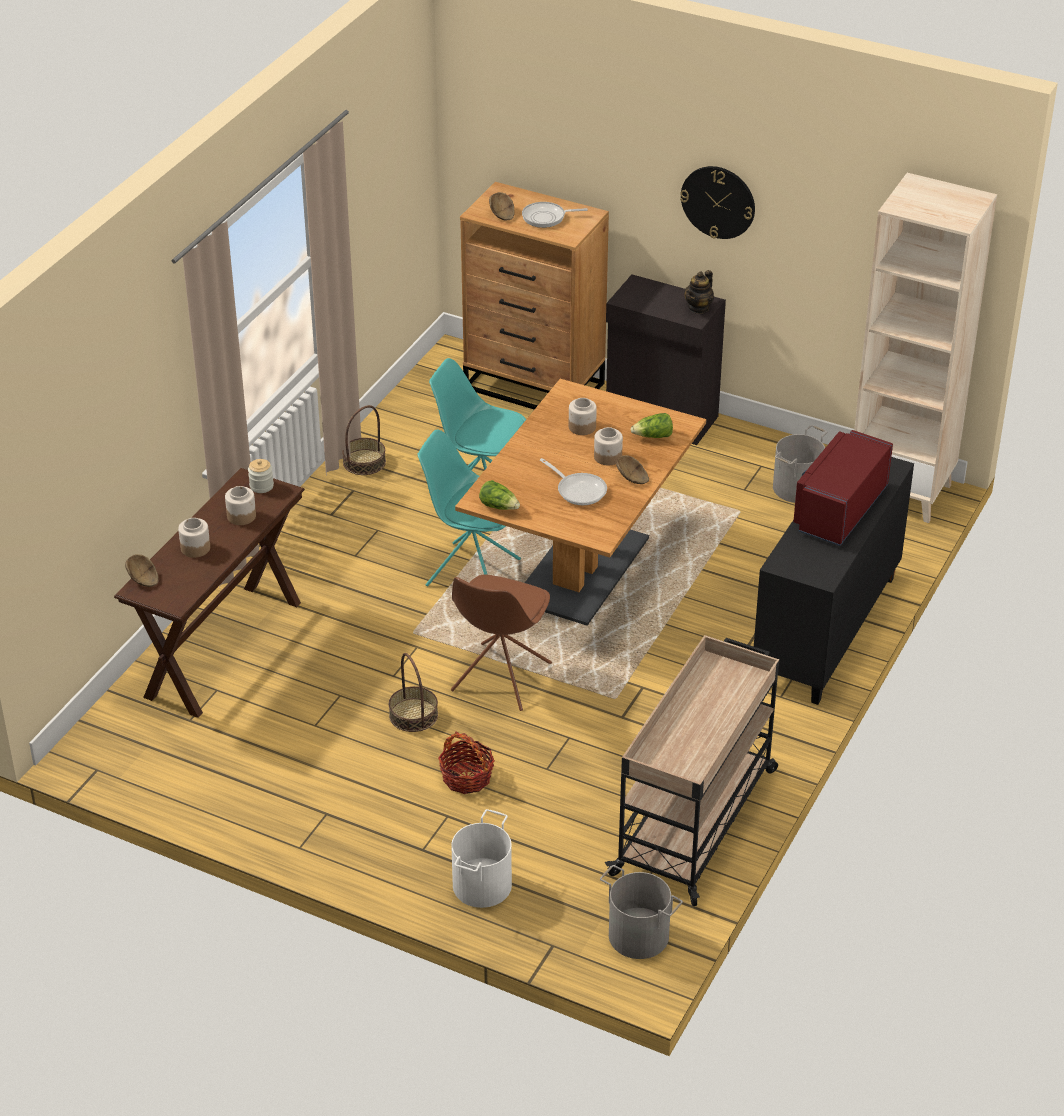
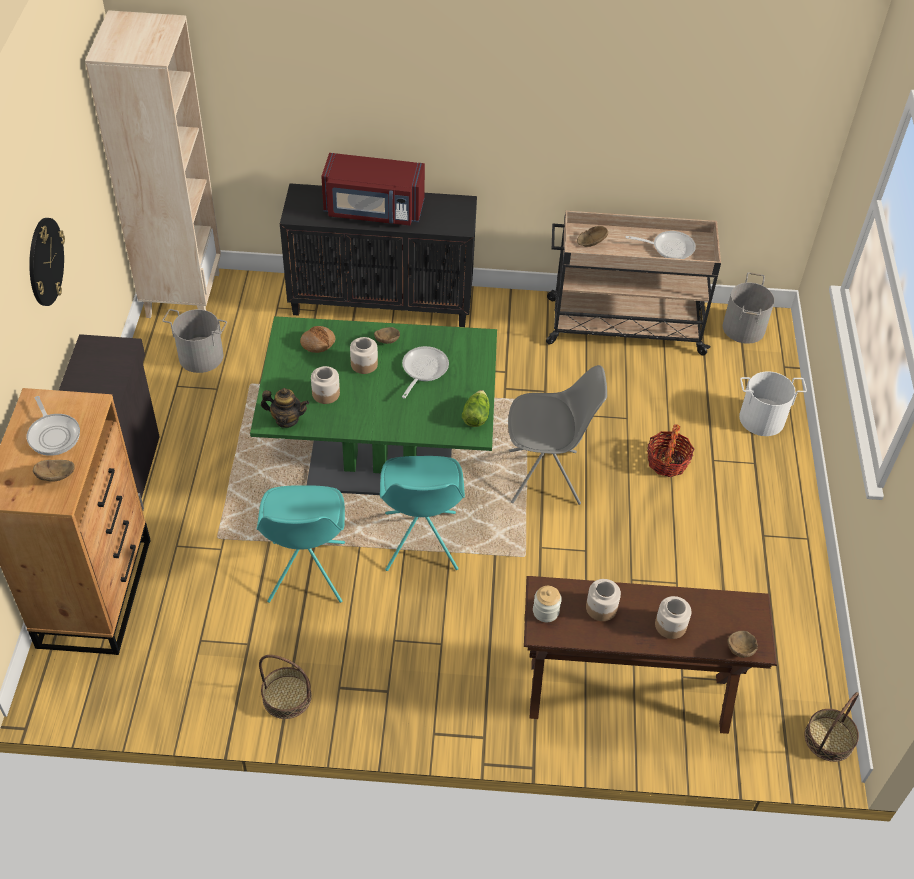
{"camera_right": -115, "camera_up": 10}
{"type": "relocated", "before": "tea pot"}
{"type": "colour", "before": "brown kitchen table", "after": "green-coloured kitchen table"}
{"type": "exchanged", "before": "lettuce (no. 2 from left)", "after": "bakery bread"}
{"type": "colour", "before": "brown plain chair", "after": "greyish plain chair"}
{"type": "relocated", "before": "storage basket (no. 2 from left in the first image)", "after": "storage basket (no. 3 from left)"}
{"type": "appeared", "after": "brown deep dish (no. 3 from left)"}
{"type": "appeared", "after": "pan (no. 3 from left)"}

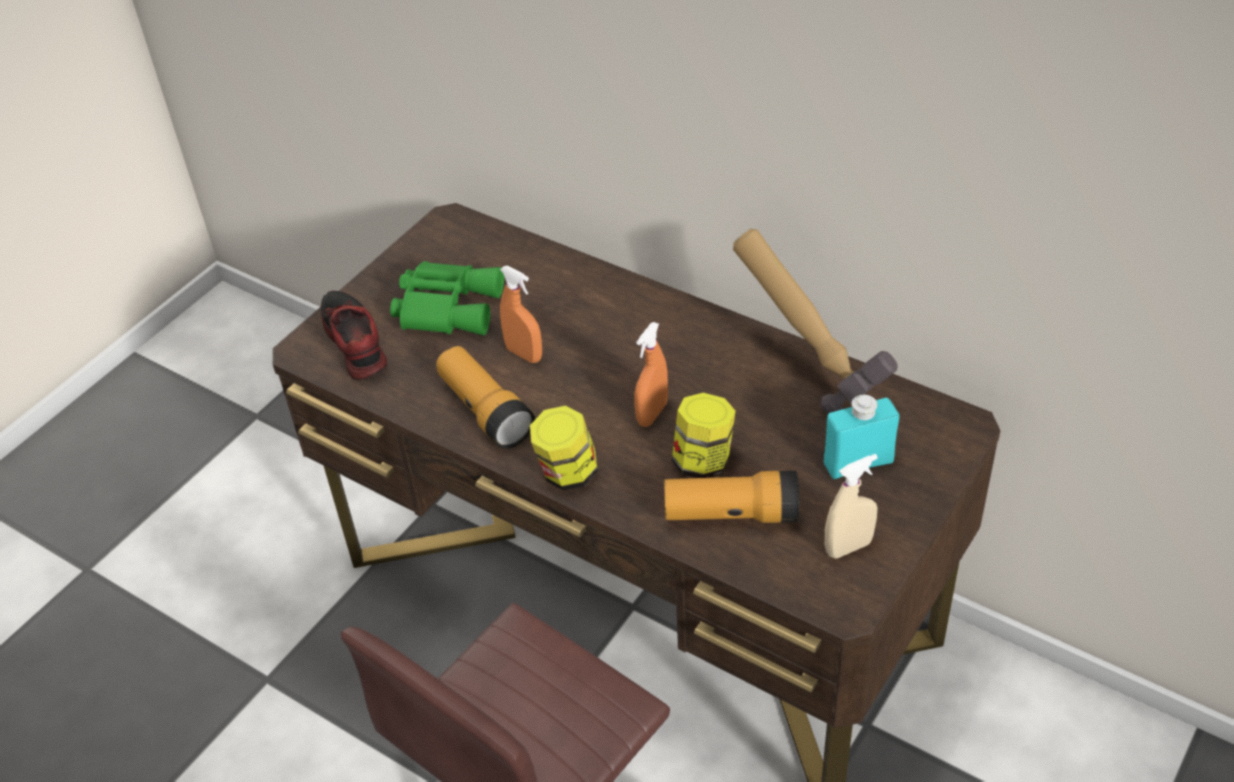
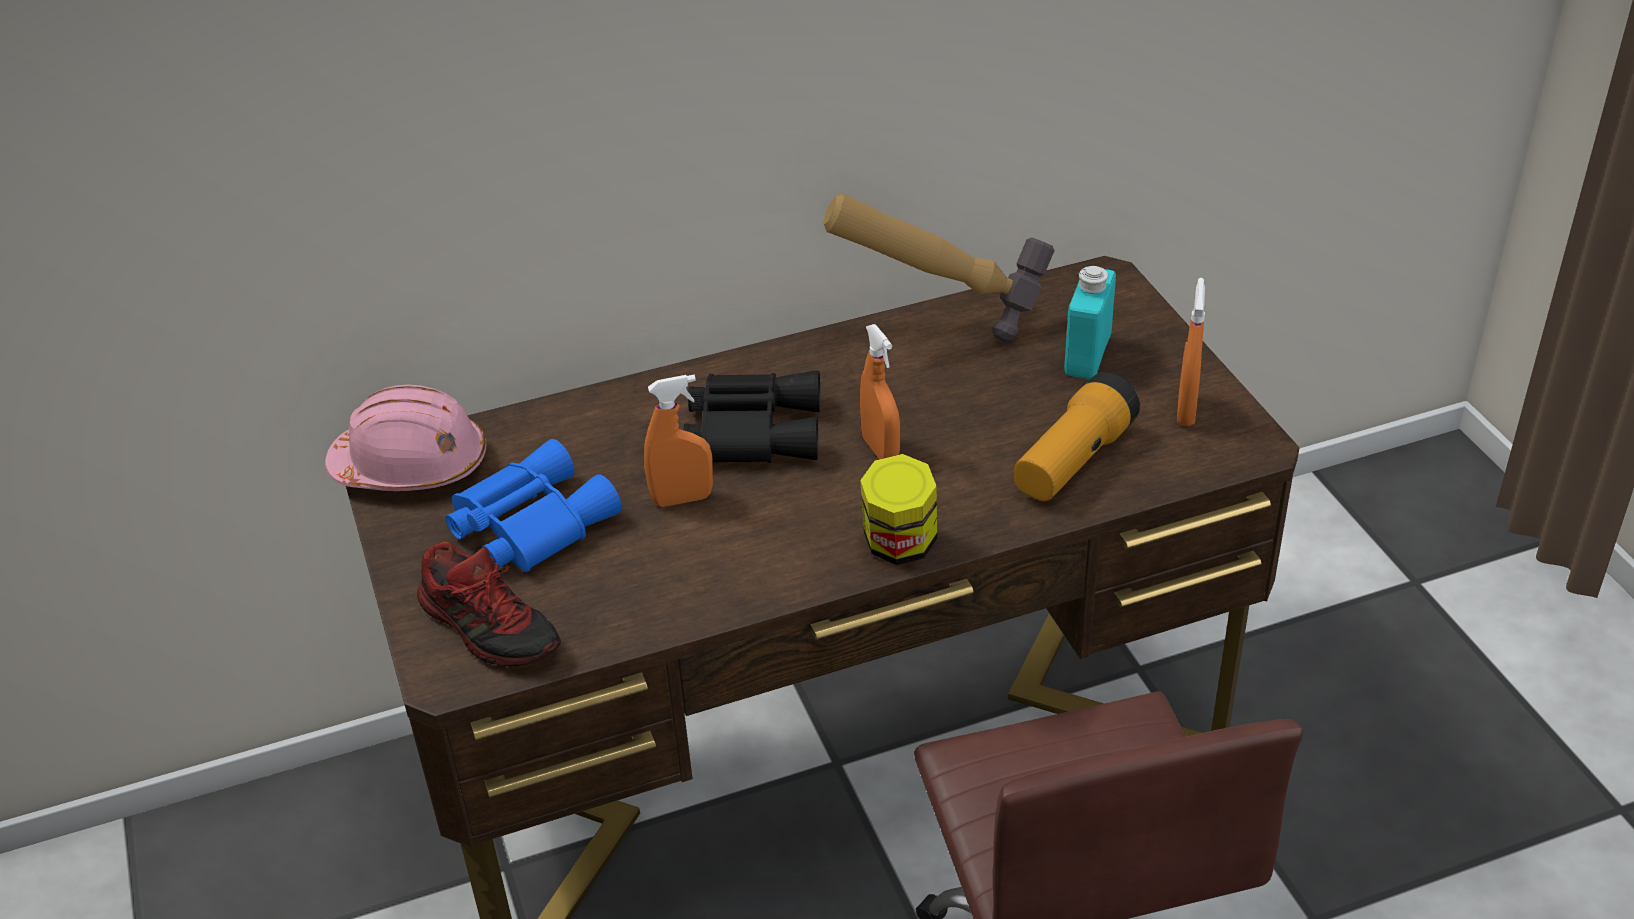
{"camera_right": -55, "camera_up": -5}
{"type": "colour", "before": "green-coloured field glasses", "after": "blue-coloured field glasses"}
{"type": "spun", "before": "low shoe", "turn": -150}
{"type": "missing", "before": "torch (no. 1 from left)"}
{"type": "missing", "before": "storage jar (no. 2 from left)"}
{"type": "colour", "before": "beige-coloured spray bottle", "after": "orange-coloured spray bottle (no. 3 from left)"}
{"type": "appeared", "after": "blackish field glasses"}
{"type": "appeared", "after": "pinkish hard hat"}

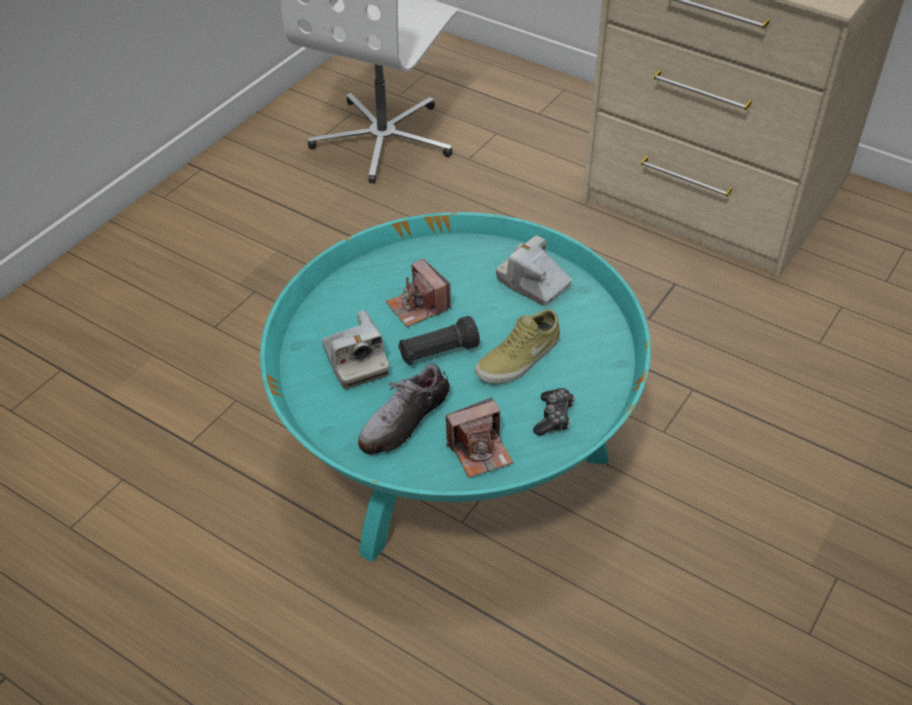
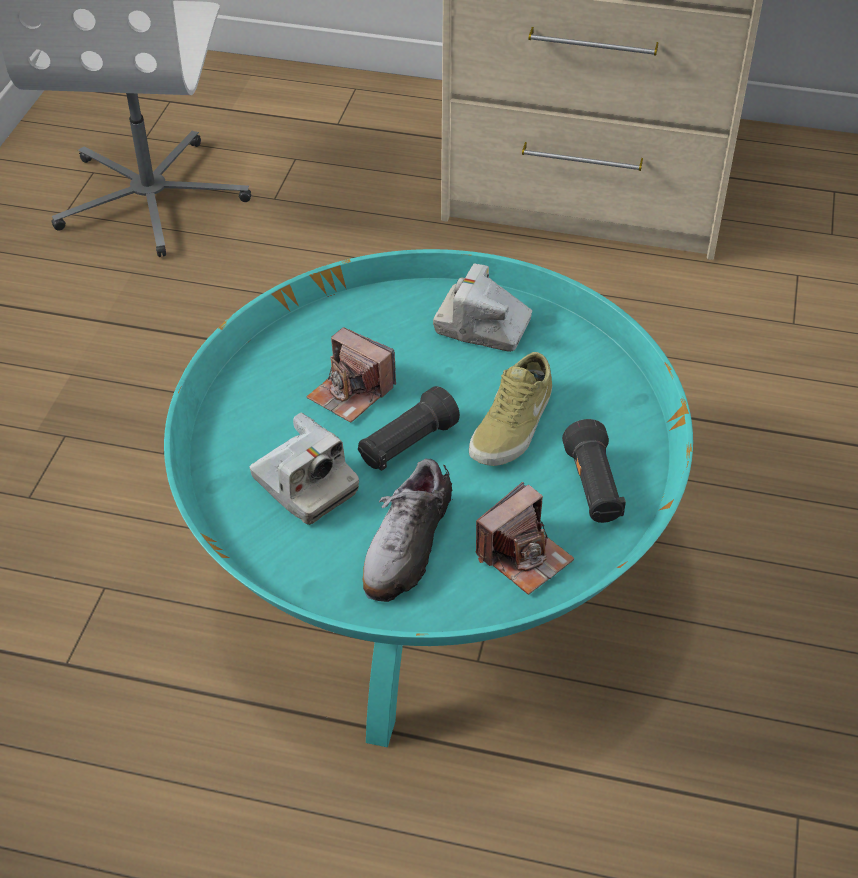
{"camera_right": -20, "camera_up": 0}
{"type": "exchanged", "before": "joypad", "after": "blackish torch (no. 2 from left)"}

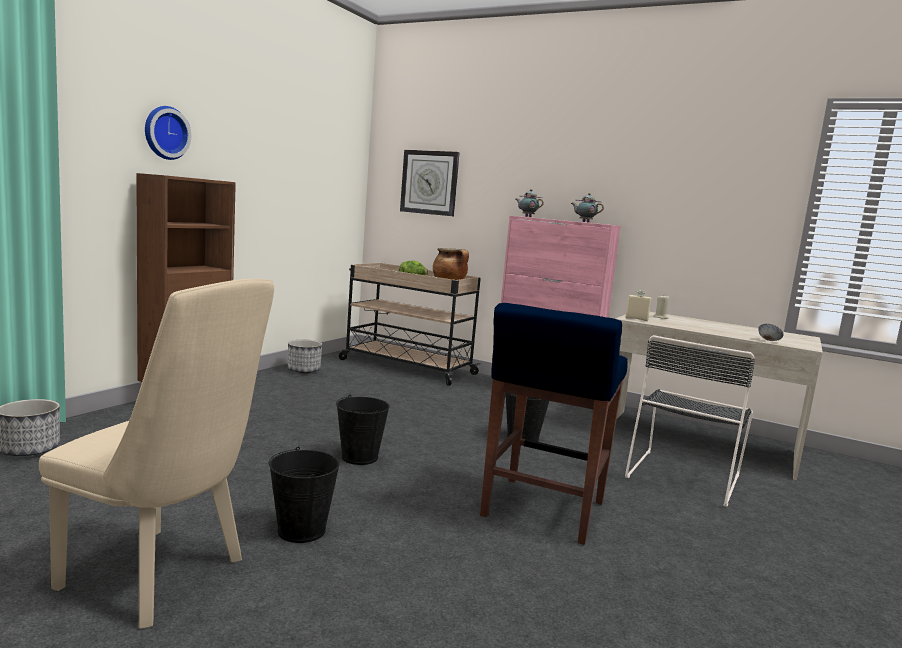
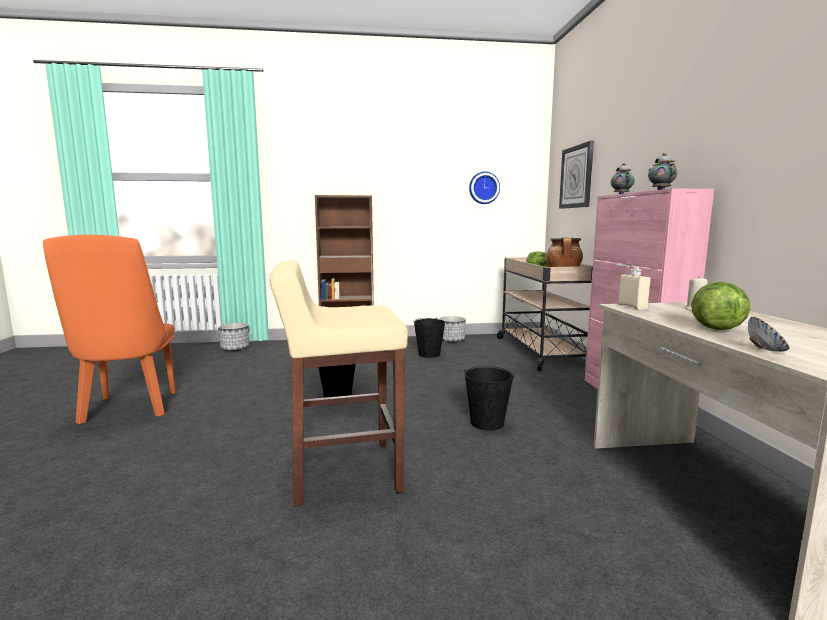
{"camera_right": 55, "camera_up": 0}
{"type": "relocated", "before": "clock on the wall (no. 1 from left)"}
{"type": "colour", "before": "beige-coloured plain chair", "after": "orange-coloured plain chair"}
{"type": "colour", "before": "blue-coloured stool seat", "after": "beige-coloured stool seat"}
{"type": "missing", "before": "blackish plain chair"}
{"type": "relocated", "before": "blackish bucket (no. 1 from left in the first image)", "after": "blackish bucket (no. 2 from left)"}
{"type": "appeared", "after": "lettuce (no. 2 from left)"}

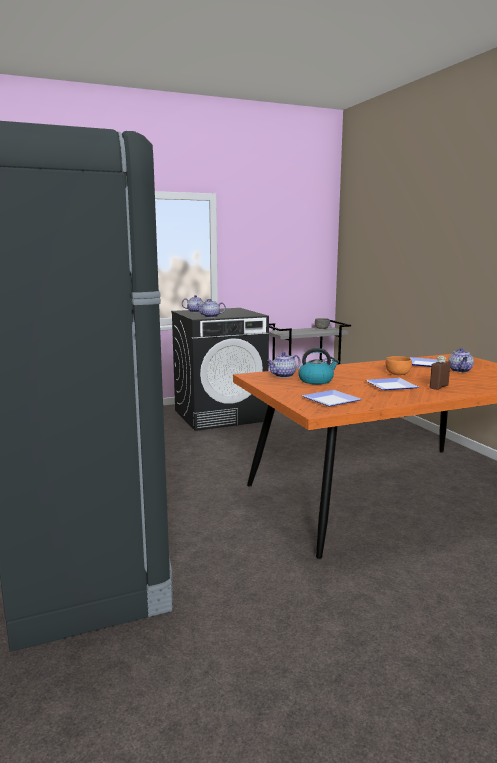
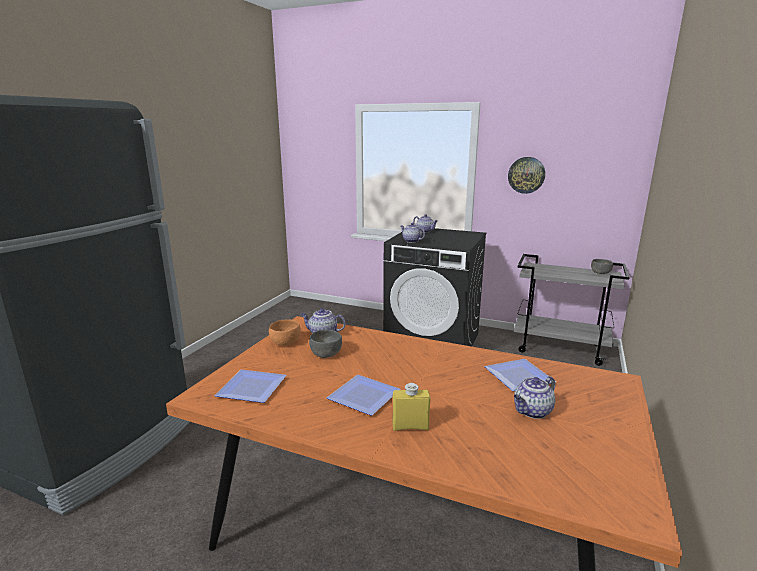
{"camera_right": 45, "camera_up": 5}
{"type": "exchanged", "before": "kettle", "after": "greyish deep dish (no. 1 from left)"}
{"type": "relocated", "before": "orange-coloured deep dish"}
{"type": "colour", "before": "brown drink bottle", "after": "yellow-coloured drink bottle"}
{"type": "appeared", "after": "clock on the wall"}

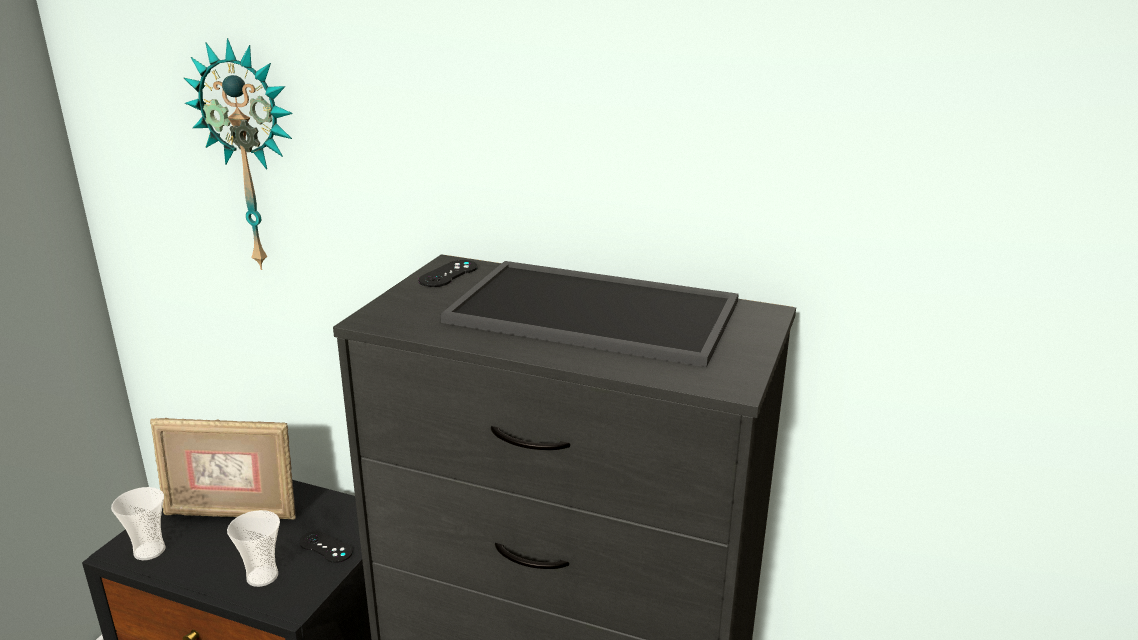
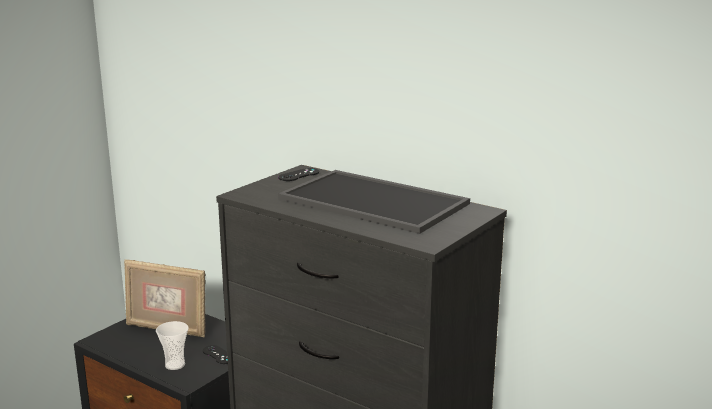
{"camera_right": 15, "camera_up": -5}
{"type": "missing", "before": "clock on the wall"}
{"type": "missing", "before": "cup (no. 1 from left)"}

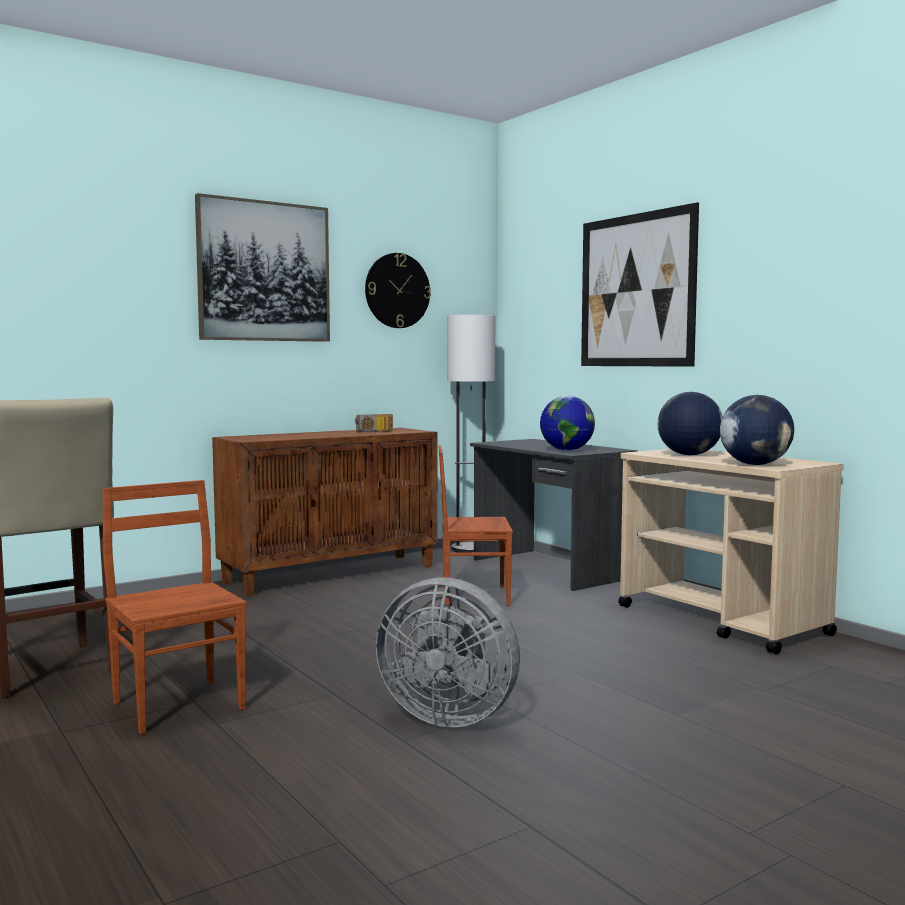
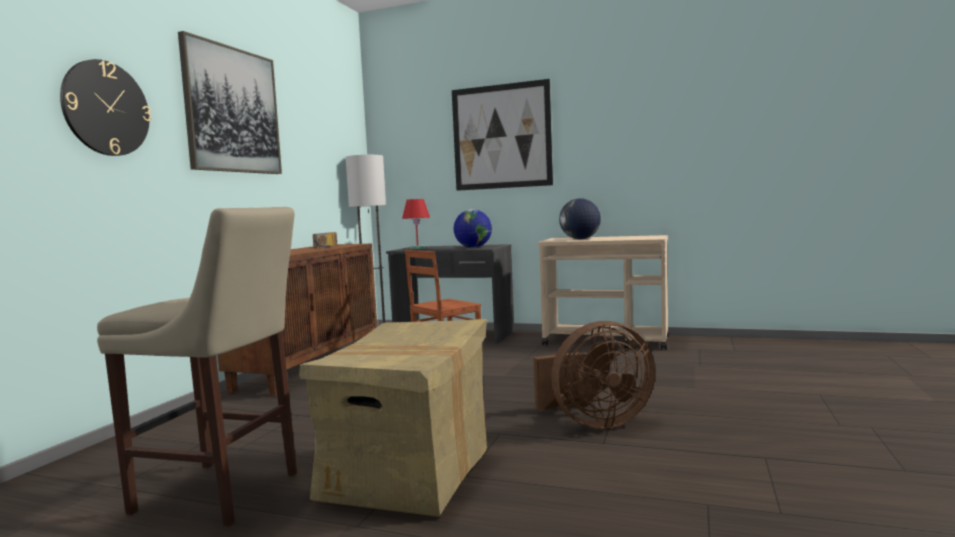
{"camera_right": -35, "camera_up": 0}
{"type": "relocated", "before": "clock on the wall"}
{"type": "missing", "before": "globe (no. 3 from left)"}
{"type": "exchanged", "before": "brown plain chair (no. 1 from left)", "after": "cardboard box"}
{"type": "colour", "before": "greyish electric fan", "after": "brown electric fan"}
{"type": "appeared", "after": "reddish lamp for a table"}

